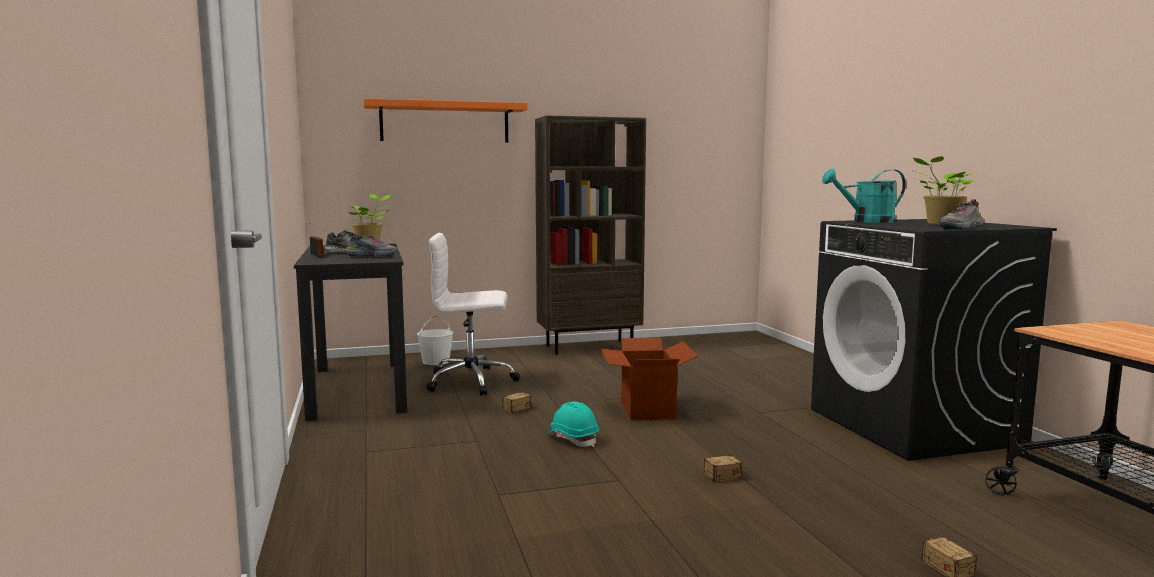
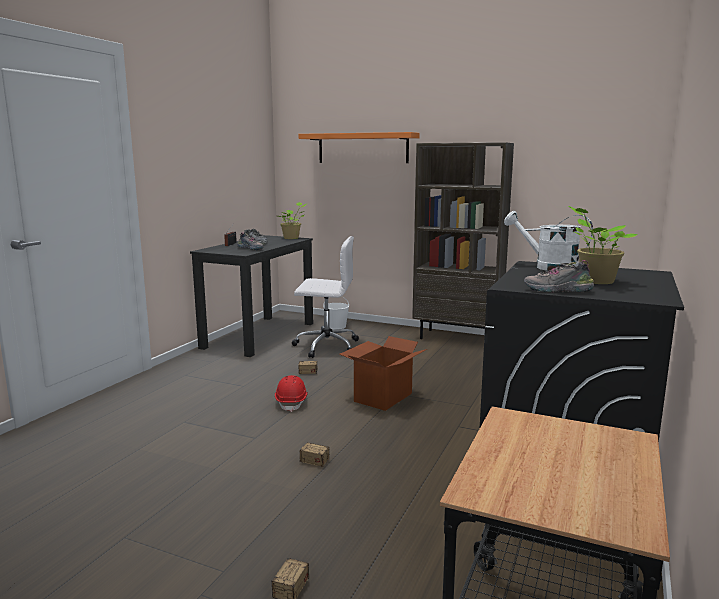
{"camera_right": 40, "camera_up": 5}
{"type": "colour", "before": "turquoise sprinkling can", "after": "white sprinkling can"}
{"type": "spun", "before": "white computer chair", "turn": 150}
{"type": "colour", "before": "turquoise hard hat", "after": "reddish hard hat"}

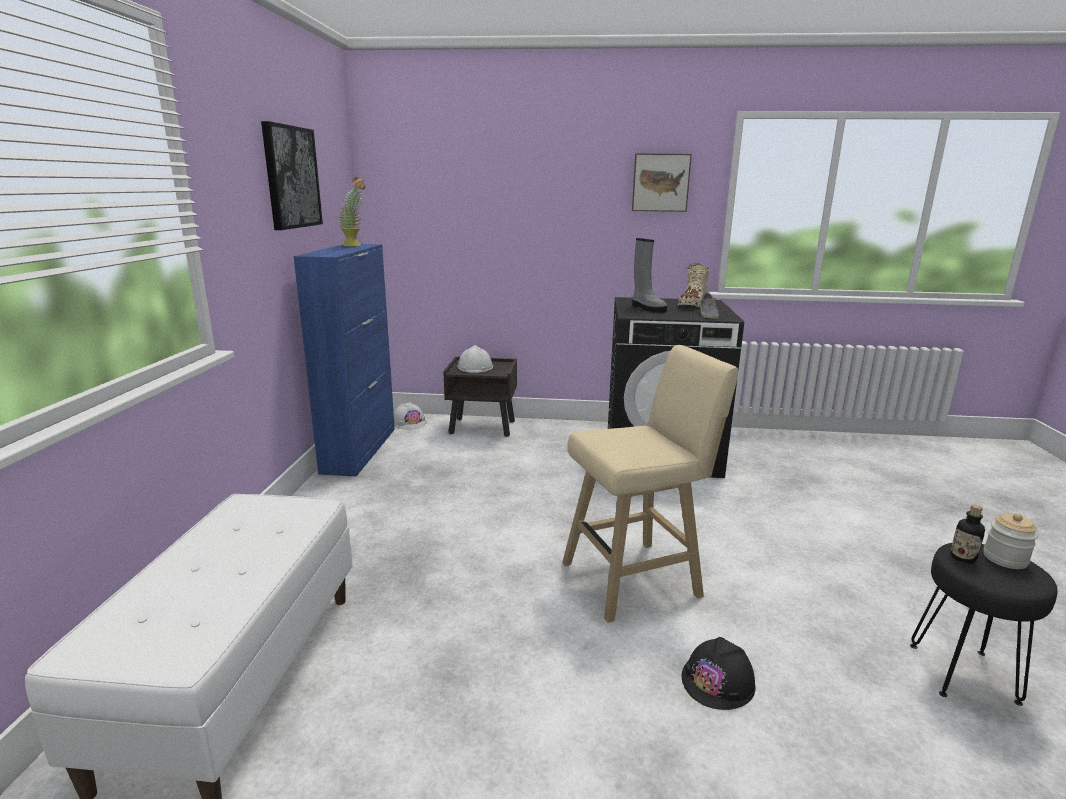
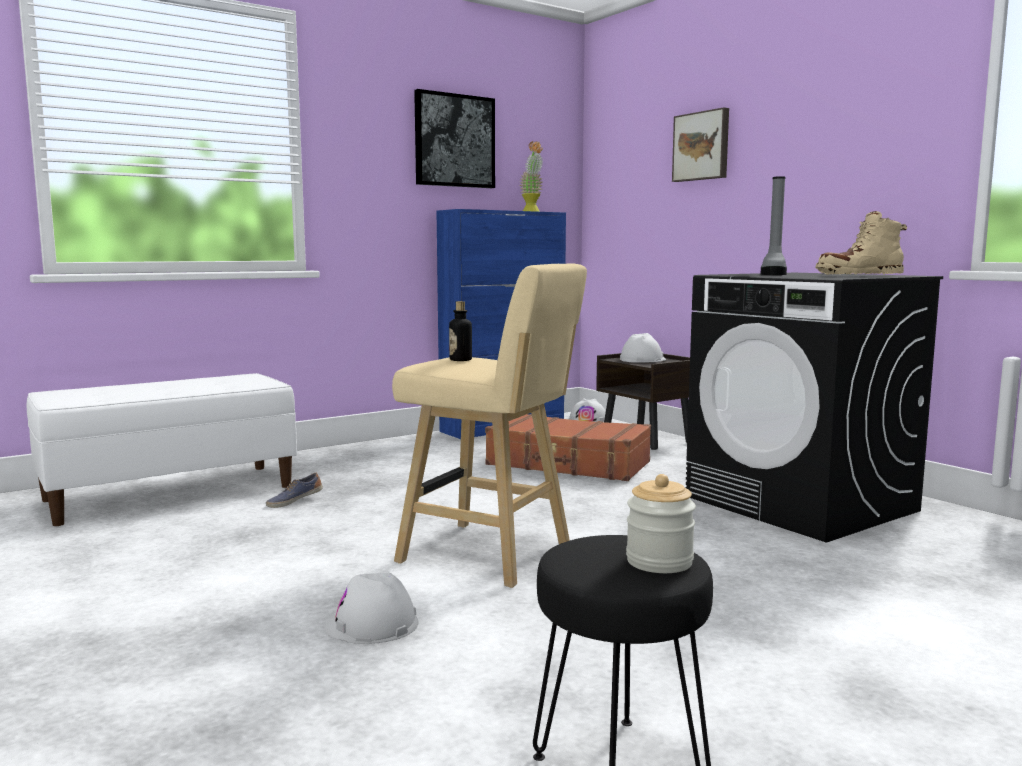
{"camera_right": 50, "camera_up": -10}
{"type": "relocated", "before": "wall picture (no. 2 from left)"}
{"type": "relocated", "before": "low shoe"}
{"type": "relocated", "before": "drink bottle"}
{"type": "colour", "before": "blackish hard hat", "after": "white hard hat (no. 1 from left)"}
{"type": "appeared", "after": "brown piece of luggage"}

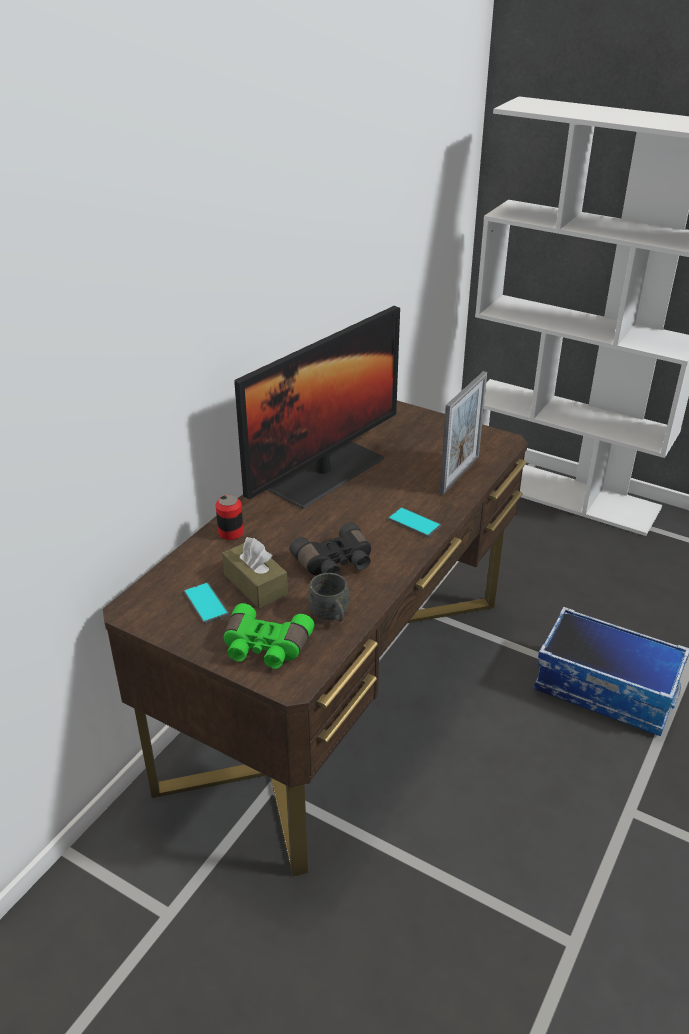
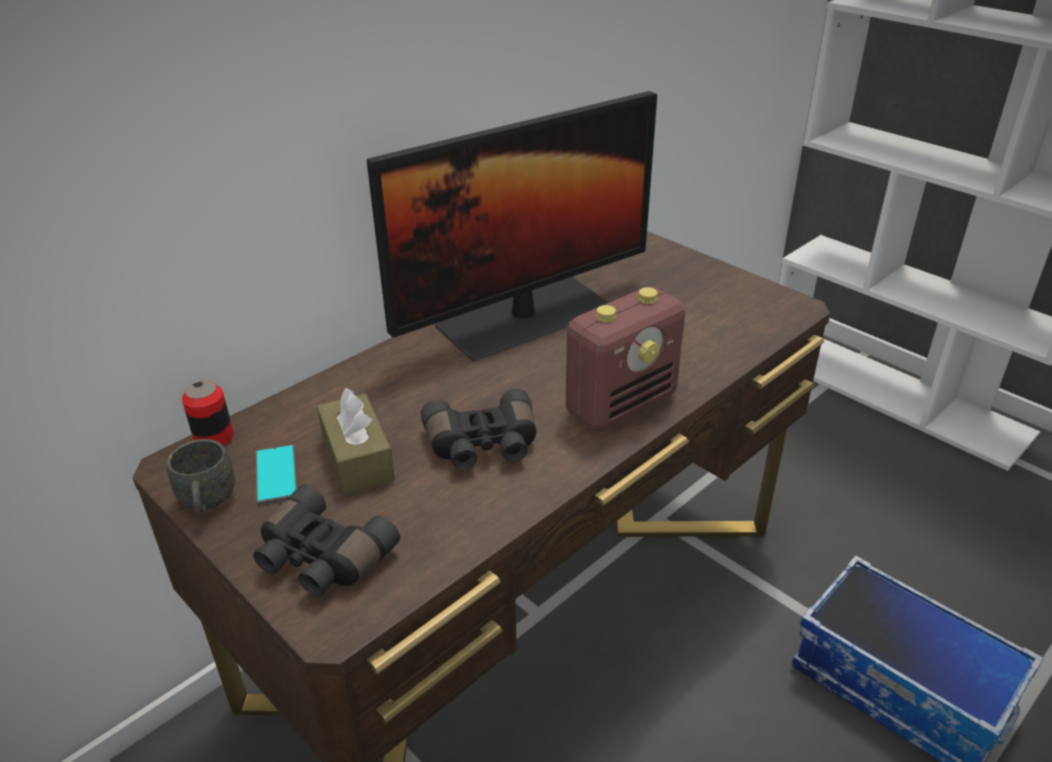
{"camera_right": 15, "camera_up": 0}
{"type": "missing", "before": "photo frame"}
{"type": "relocated", "before": "metal can"}
{"type": "exchanged", "before": "handset (no. 2 from left)", "after": "radio"}
{"type": "relocated", "before": "greyish tea mug"}
{"type": "colour", "before": "green-coloured field glasses", "after": "blackish field glasses (no. 1 from left)"}

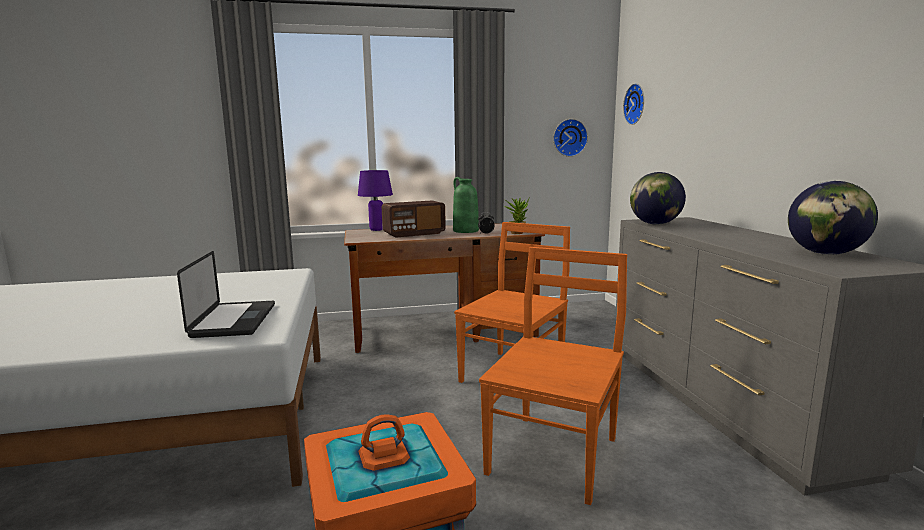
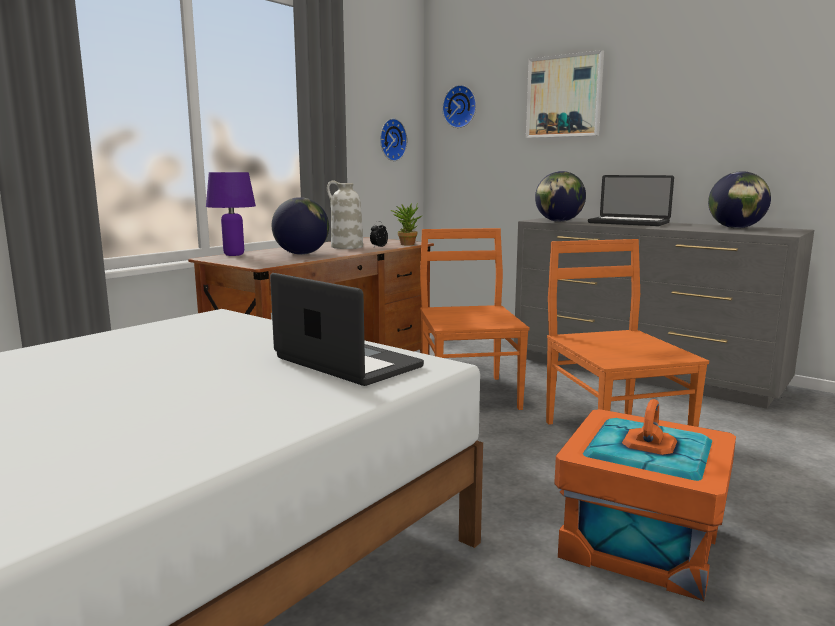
{"camera_right": -40, "camera_up": 0}
{"type": "colour", "before": "green-coloured flower vase", "after": "white flower vase"}
{"type": "exchanged", "before": "radio", "after": "globe (no. 1 from left)"}
{"type": "appeared", "after": "wall picture"}
{"type": "appeared", "after": "notebook computer (no. 2 from left)"}

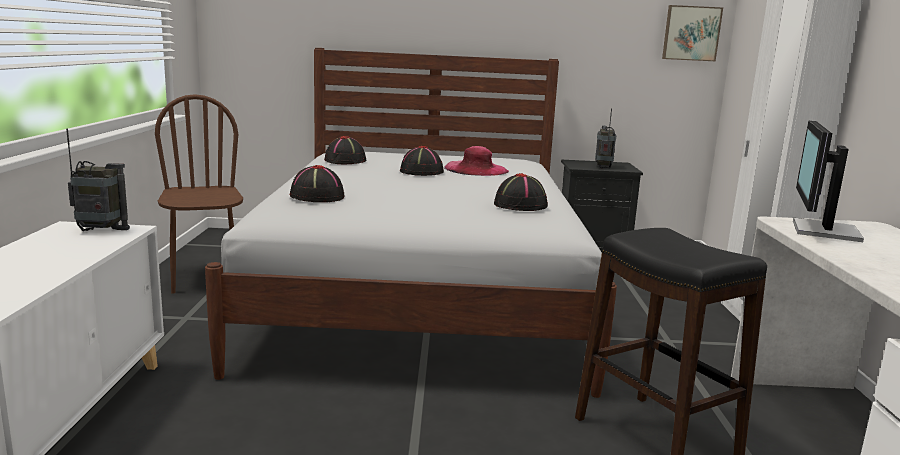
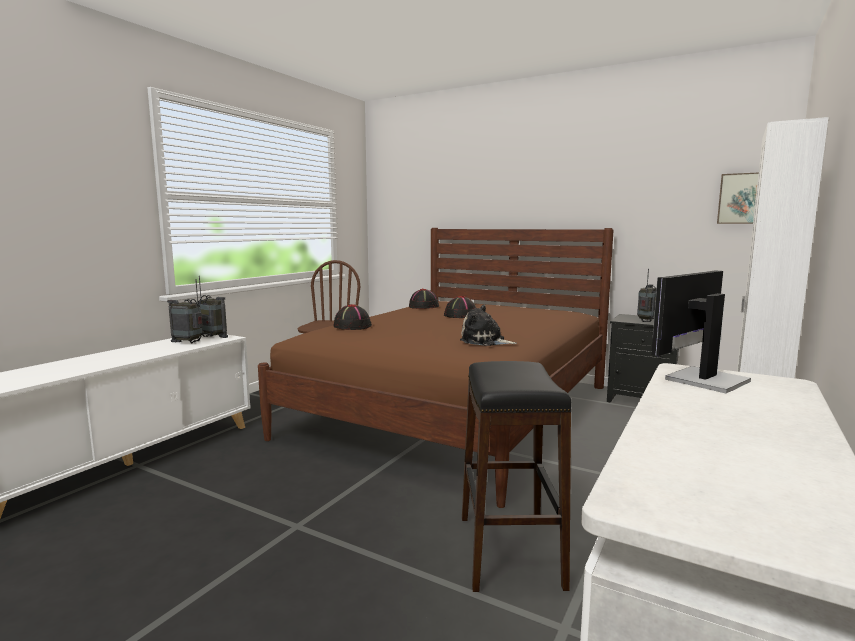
{"camera_right": 30, "camera_up": -5}
{"type": "colour", "before": "white bed", "after": "brown bed"}
{"type": "missing", "before": "pinkish hat"}
{"type": "exchanged", "before": "blackish hat (no. 4 from left)", "after": "plush toy"}
{"type": "appeared", "after": "radio (no. 1 from left)"}

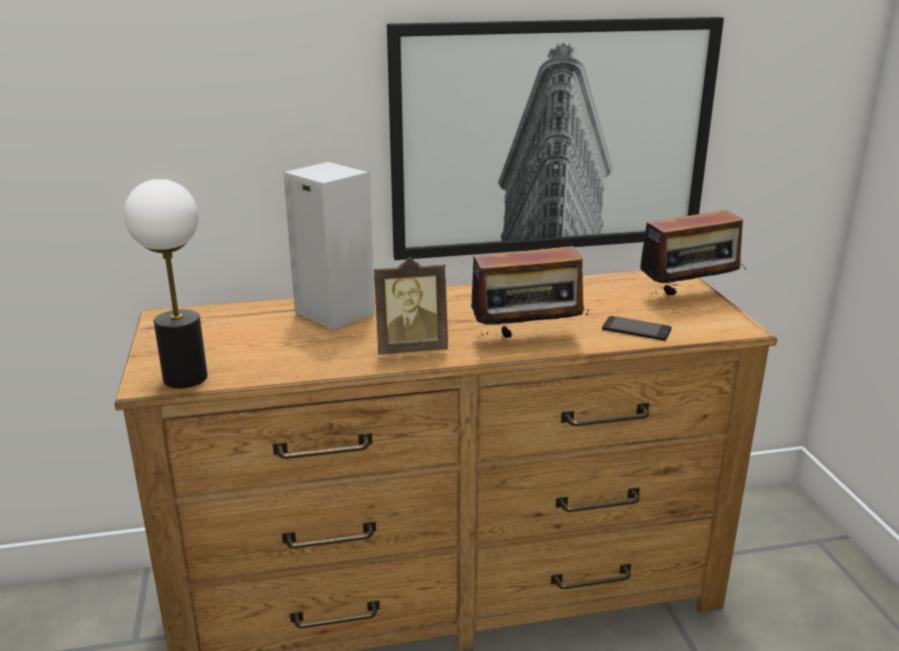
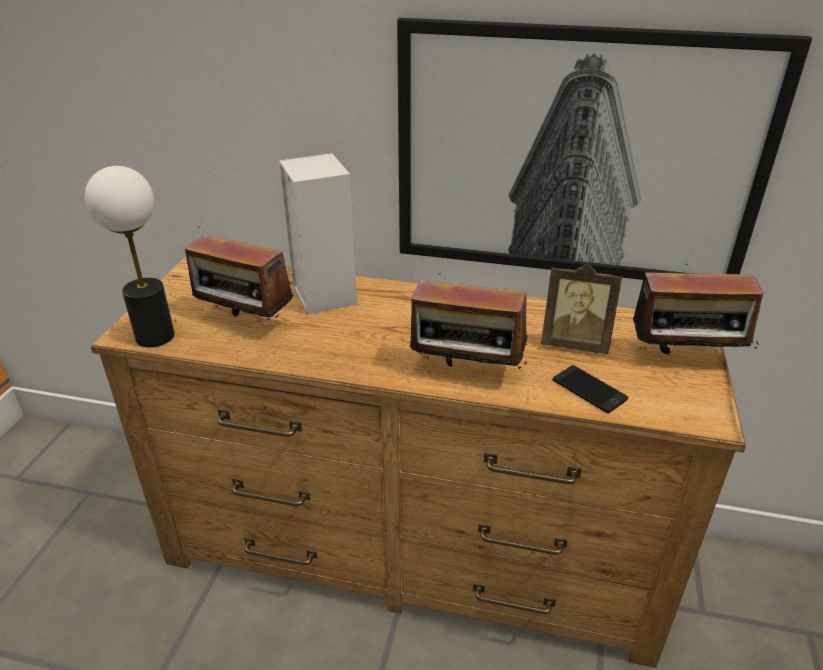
{"camera_right": 25, "camera_up": 10}
{"type": "relocated", "before": "photo frame"}
{"type": "appeared", "after": "radio (no. 1 from left)"}

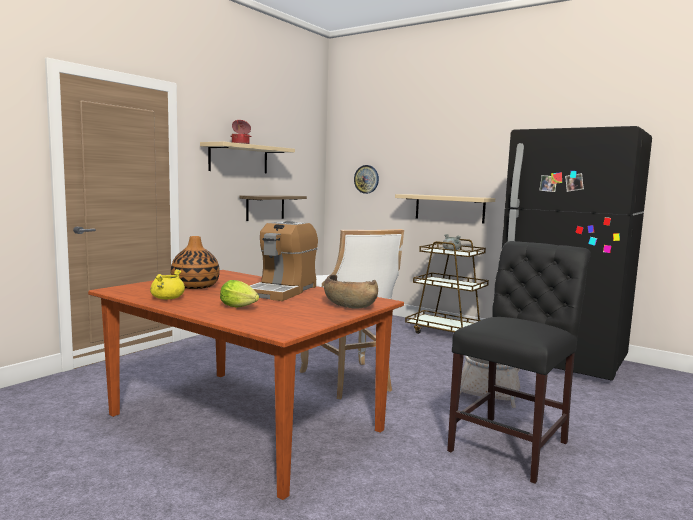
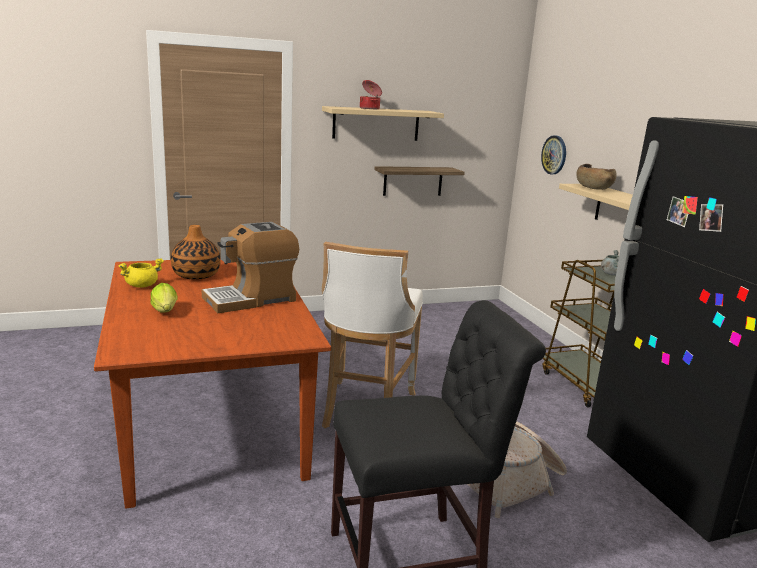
{"camera_right": 35, "camera_up": 10}
{"type": "relocated", "before": "brown deep dish"}

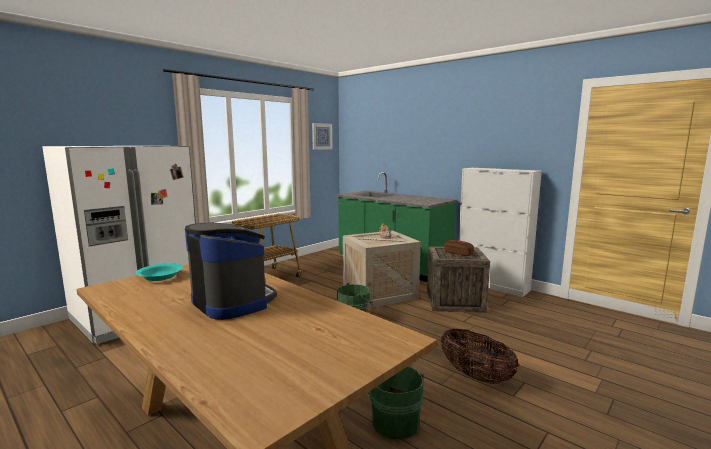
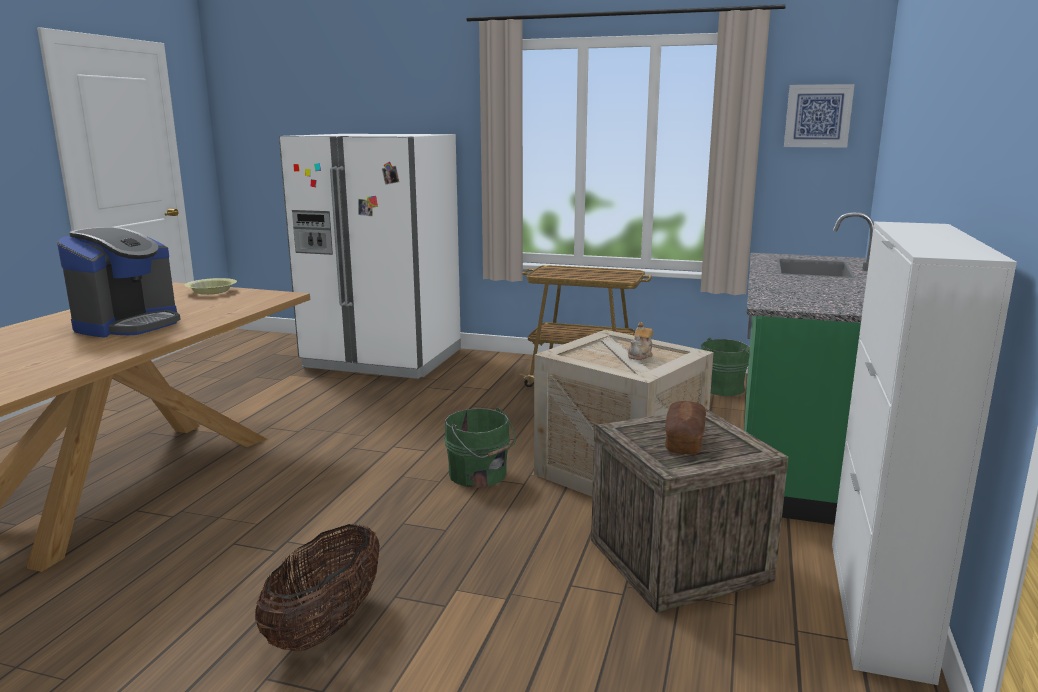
{"camera_right": 65, "camera_up": 5}
{"type": "colour", "before": "turquoise deep dish", "after": "yellow-coloured deep dish"}
{"type": "relocated", "before": "green-coloured bucket (no. 2 from left)"}

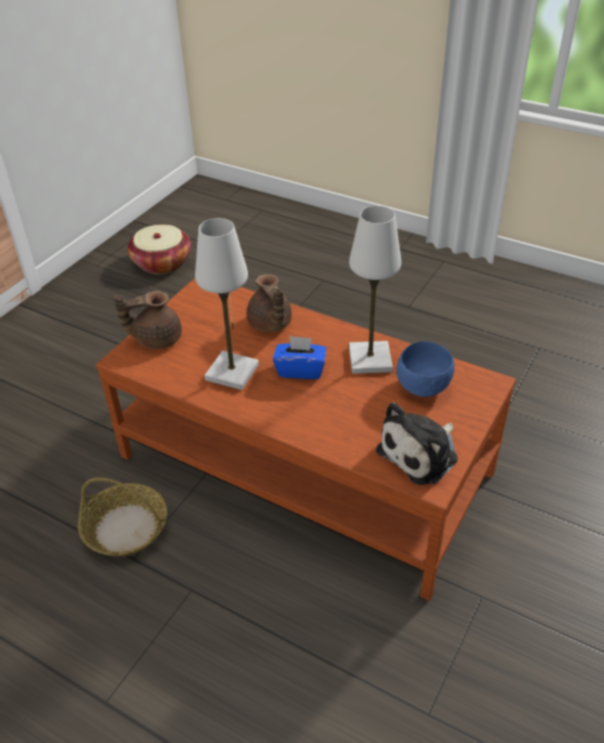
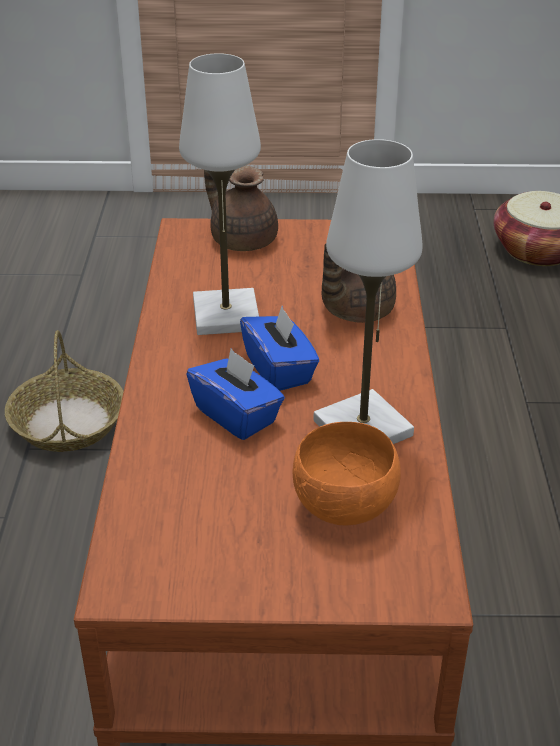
{"camera_right": 60, "camera_up": -5}
{"type": "colour", "before": "blue-coloured deep dish", "after": "orange-coloured deep dish"}
{"type": "missing", "before": "plush toy"}
{"type": "appeared", "after": "blue-coloured tissue holder (no. 1 from left)"}

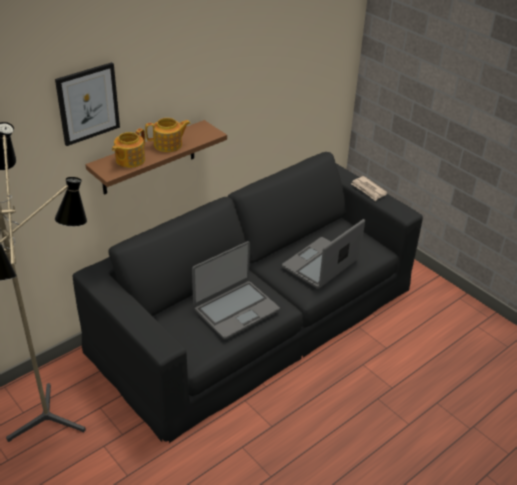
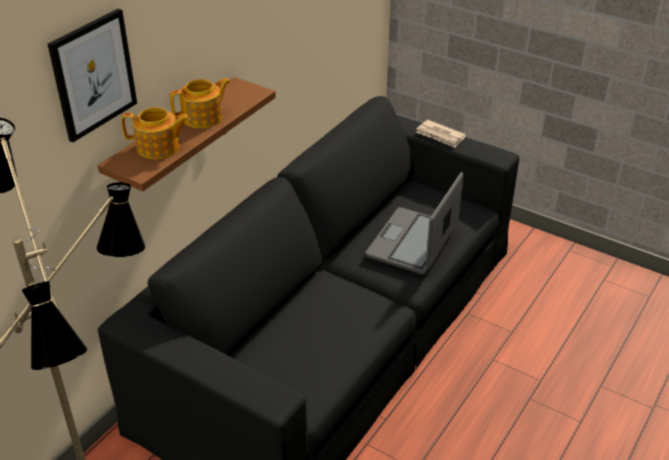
{"camera_right": -15, "camera_up": 0}
{"type": "spun", "before": "tea pot (no. 1 from left)", "turn": -105}
{"type": "missing", "before": "notebook computer (no. 1 from left)"}

